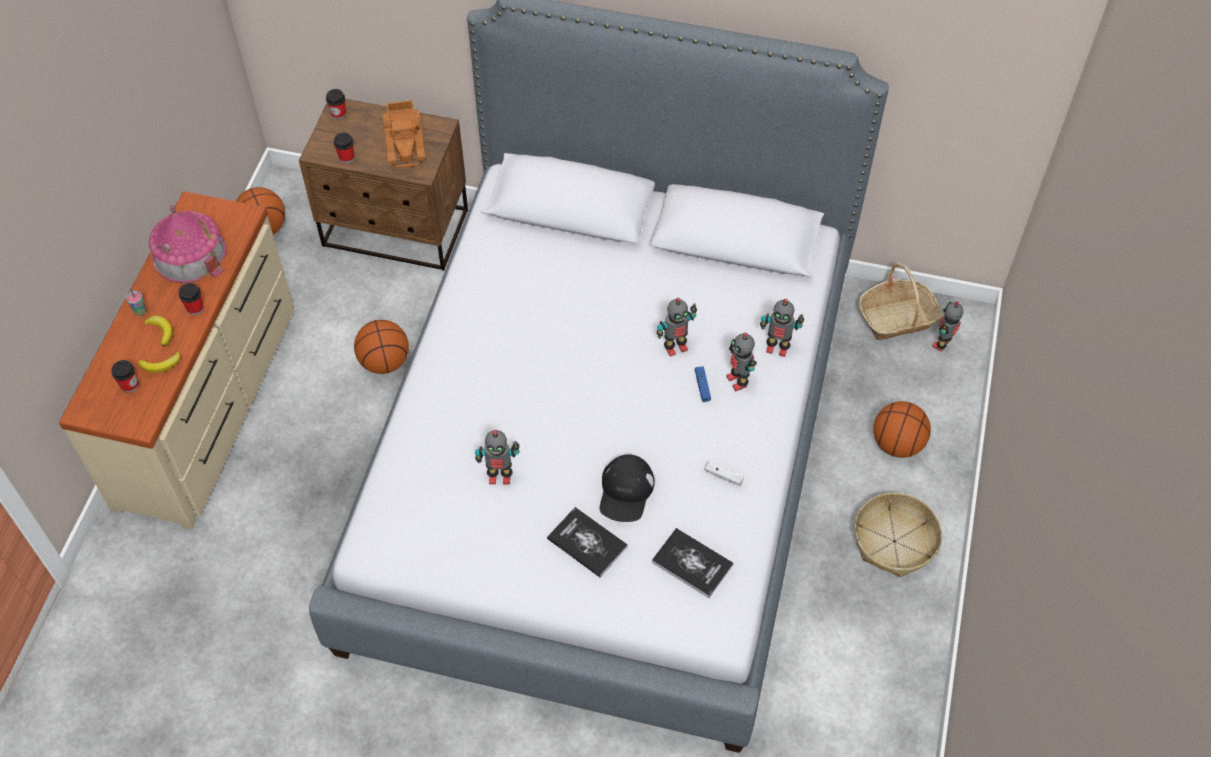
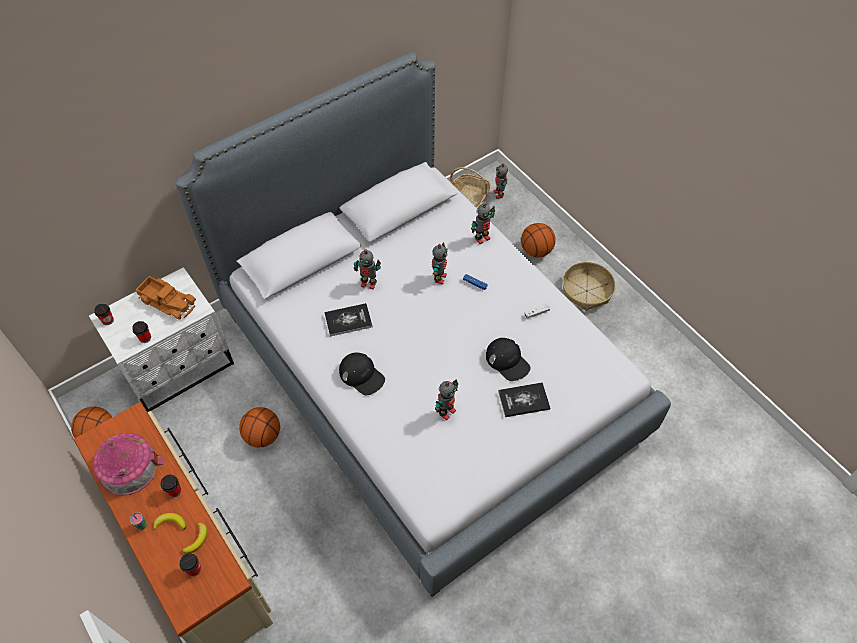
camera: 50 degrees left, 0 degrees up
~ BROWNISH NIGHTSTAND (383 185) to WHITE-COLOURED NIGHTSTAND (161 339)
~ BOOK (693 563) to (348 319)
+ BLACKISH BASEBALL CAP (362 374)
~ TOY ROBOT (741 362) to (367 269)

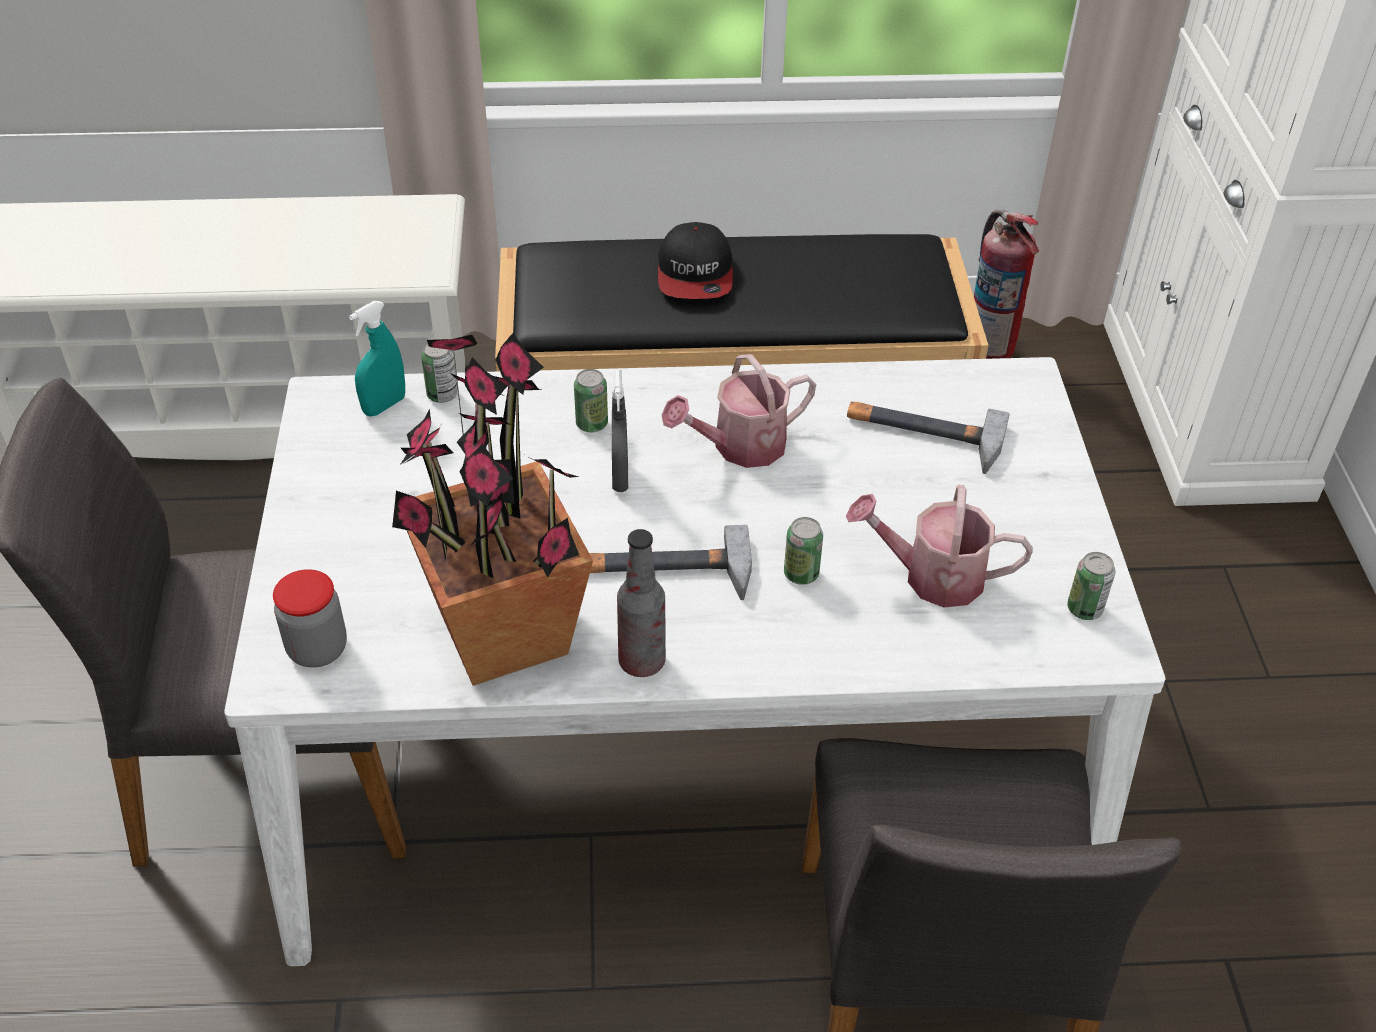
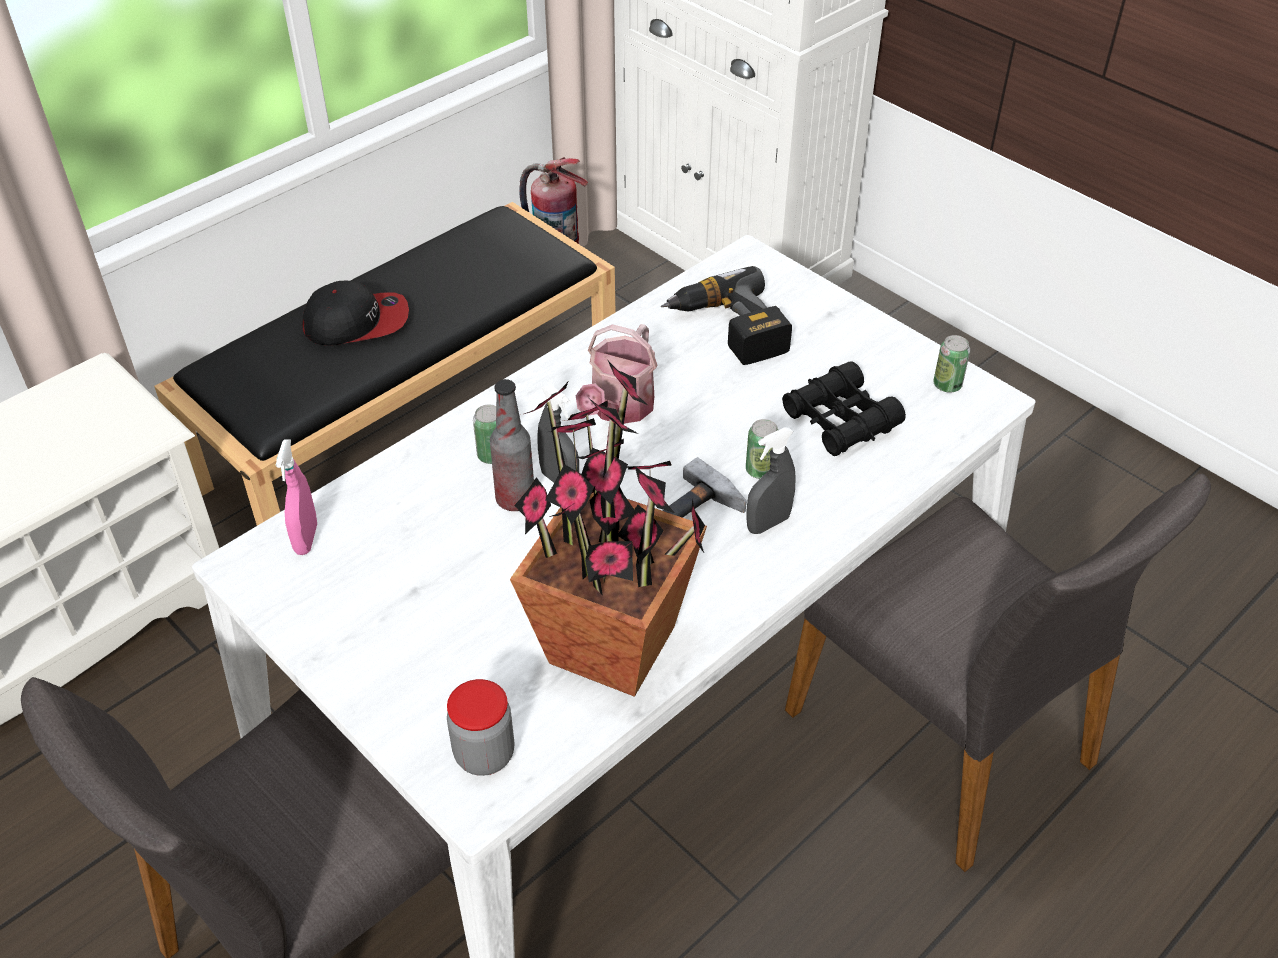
camera: 40 degrees left, 0 degrees up
~ TURQUOISE-COLOURED HAND SPRAYER (377 359) to PINK-COLOURED HAND SPRAYER (296 497)
~ BASEBALL CAP (695 260) = (355 313) 60 degrees counterclockwise
~ BOTTLE (641 603) to (512 445)
~ HAND HAMMER (928 438) to POWER DRILL (726 315)
+ GREYISH HAND SPRAYER (771 480)
~ SPRINKLING CAN (939 545) to BLACKISH FIELD GLASSES (844 408)
- CAN (439 373)

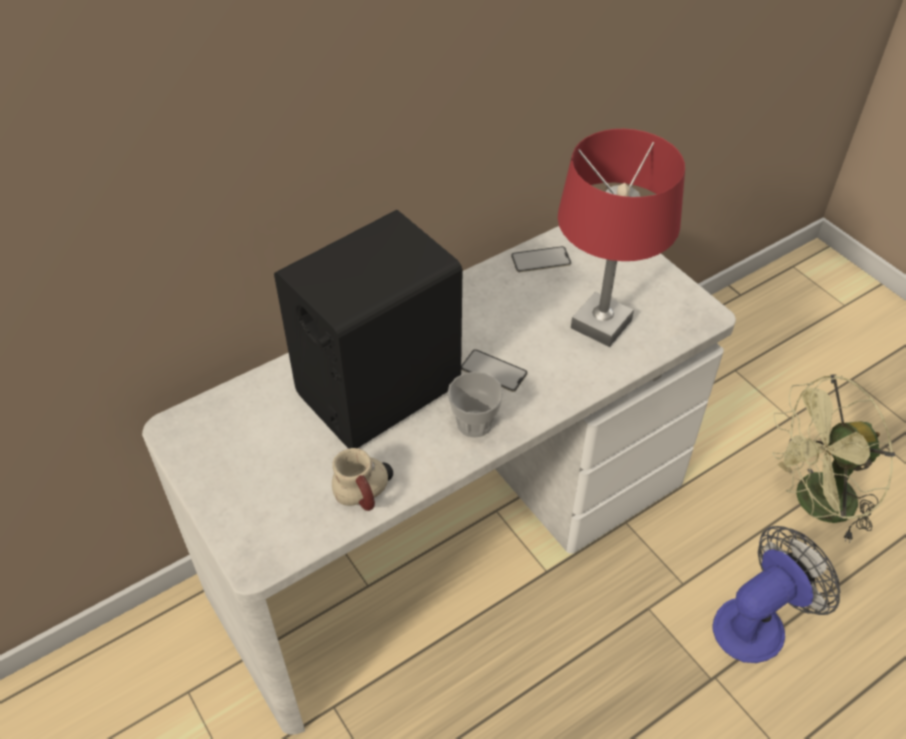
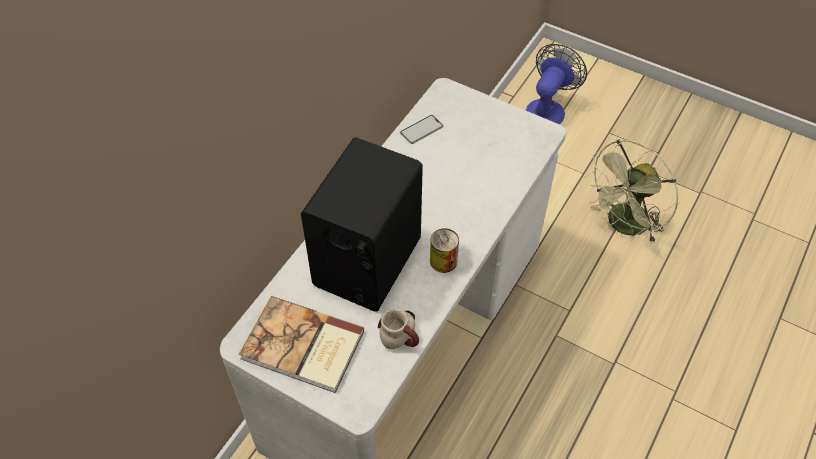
camera: 25 degrees left, 5 degrees up
+ BOOK (301 344)
~ CUP (475 405) to CAN (444 250)
~ FAN (776 594) to (556 84)
- TELEPHONE (494 370)
- REDDISH TABLE LAMP (621 238)

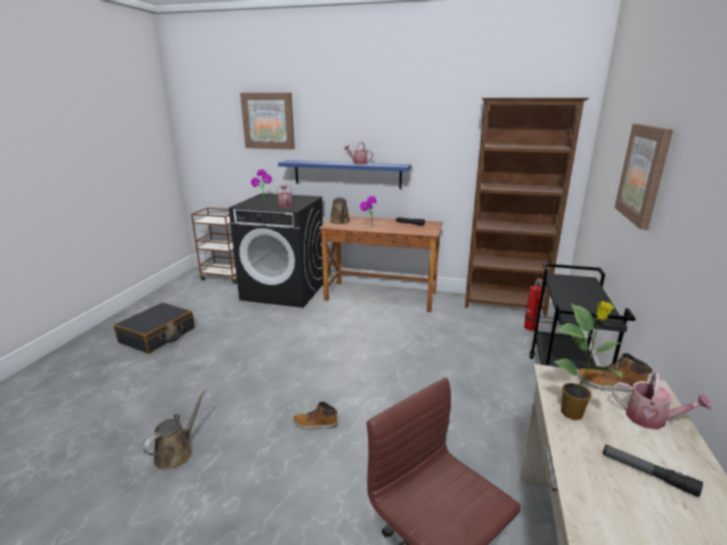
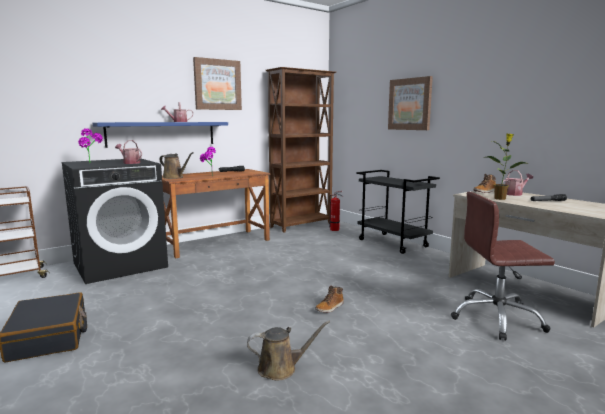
camera: 50 degrees left, 10 degrees down
~ PICTURE (267 121) to (217 83)
~ BROWNISH SPRINKLING CAN (174 430) = (288 350) 105 degrees clockwise

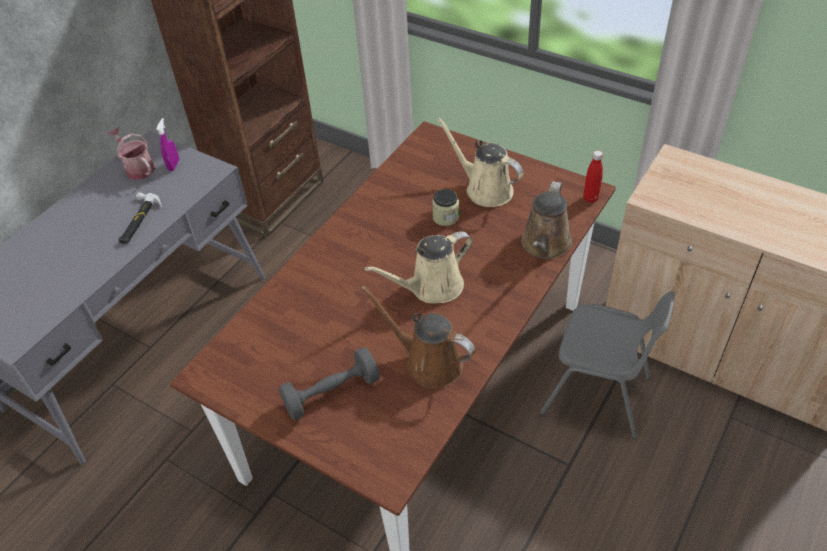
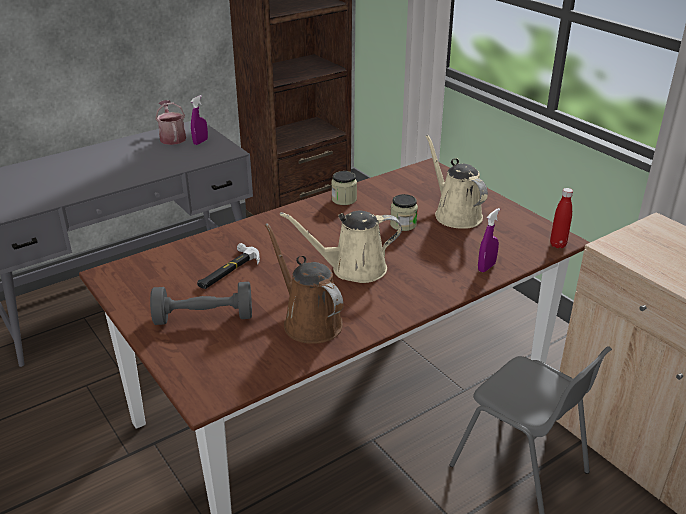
camera: 20 degrees right, 15 degrees down
~ HAND HAMMER (140 218) to (228 266)
+ PRESERVE JAR (344 188)
~ BROWNISH SPRINKLING CAN (546 220) to PURPLISH HAND SPRAYER (489 240)

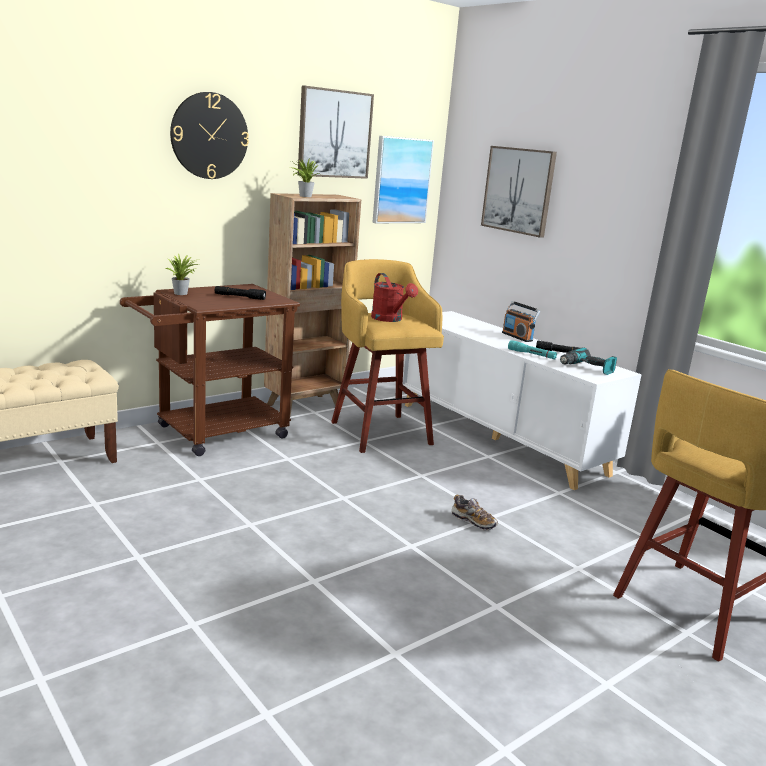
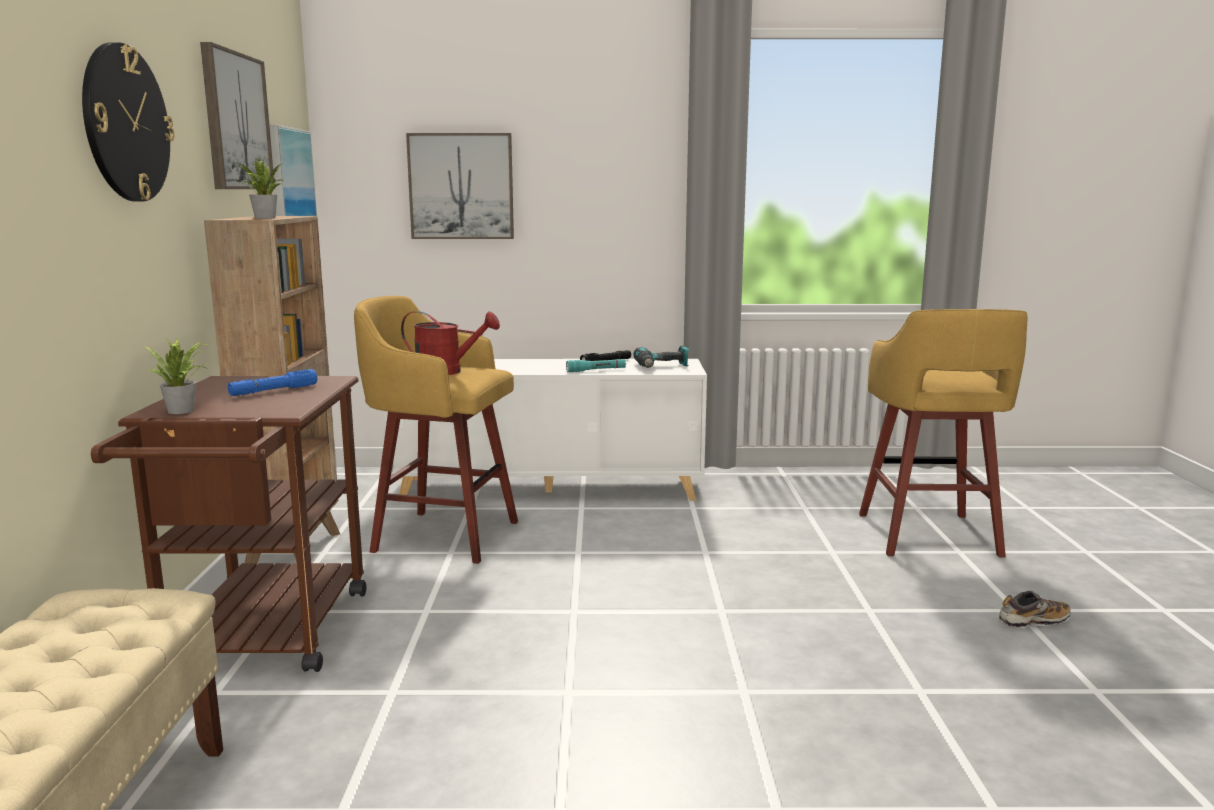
camera: 50 degrees left, 5 degrees down
~ BLACKISH FLASHLIGHT (240 293) to BLUE FLASHLIGHT (272 382)
~ LOW SHOE (475 512) to (1034 609)
- RADIO (521 321)

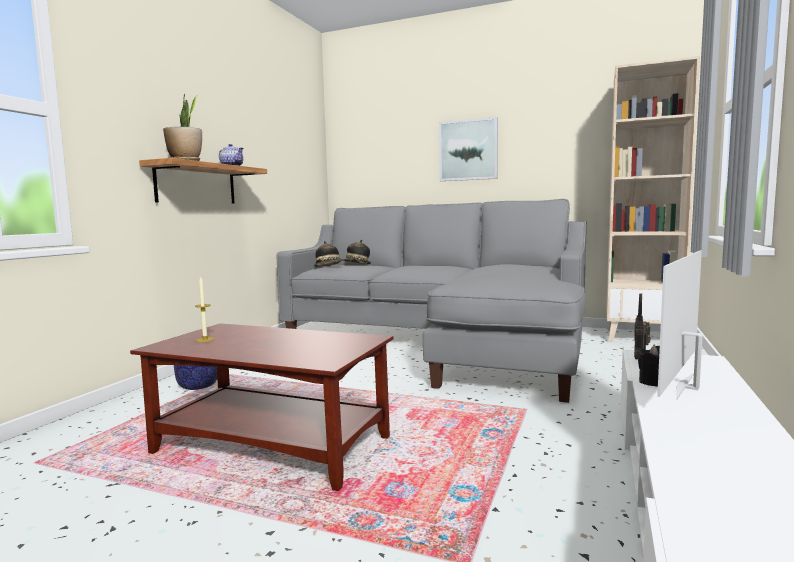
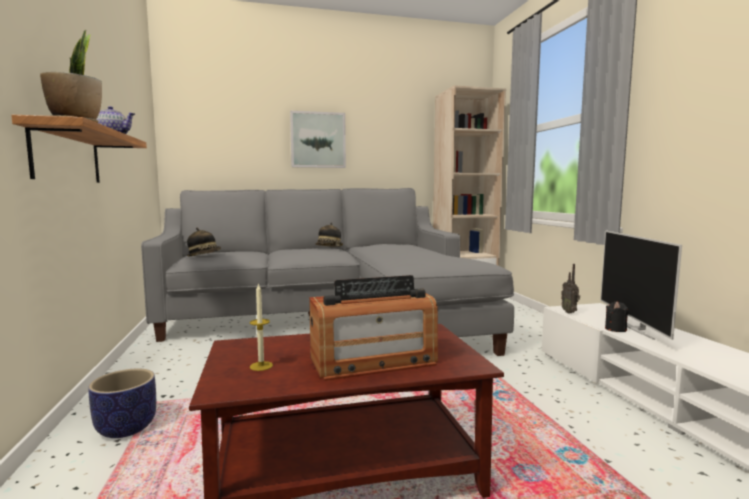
camera: 35 degrees left, 0 degrees up
+ RADIO (373 328)
~ HAT (356 252) to (329 235)

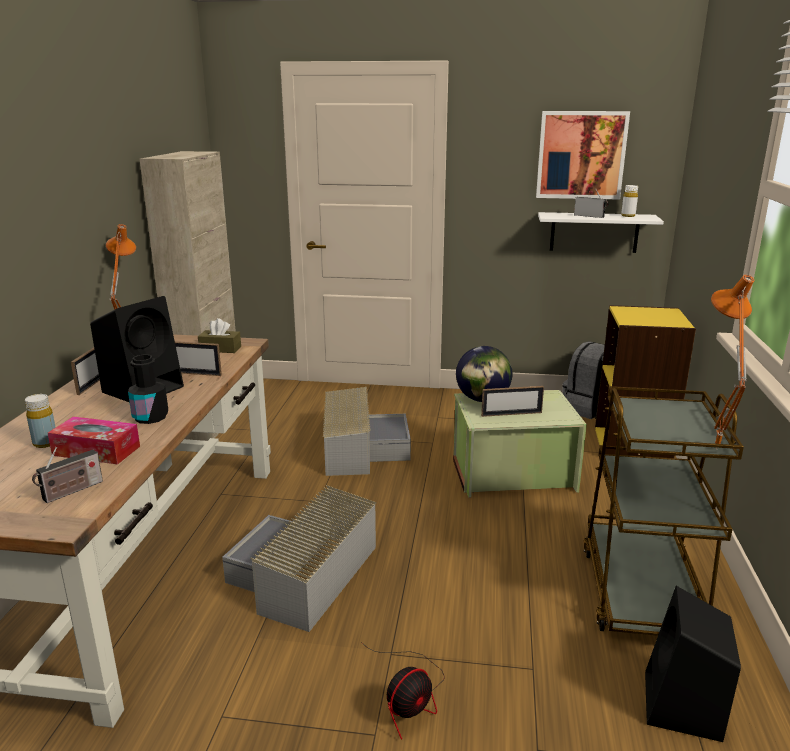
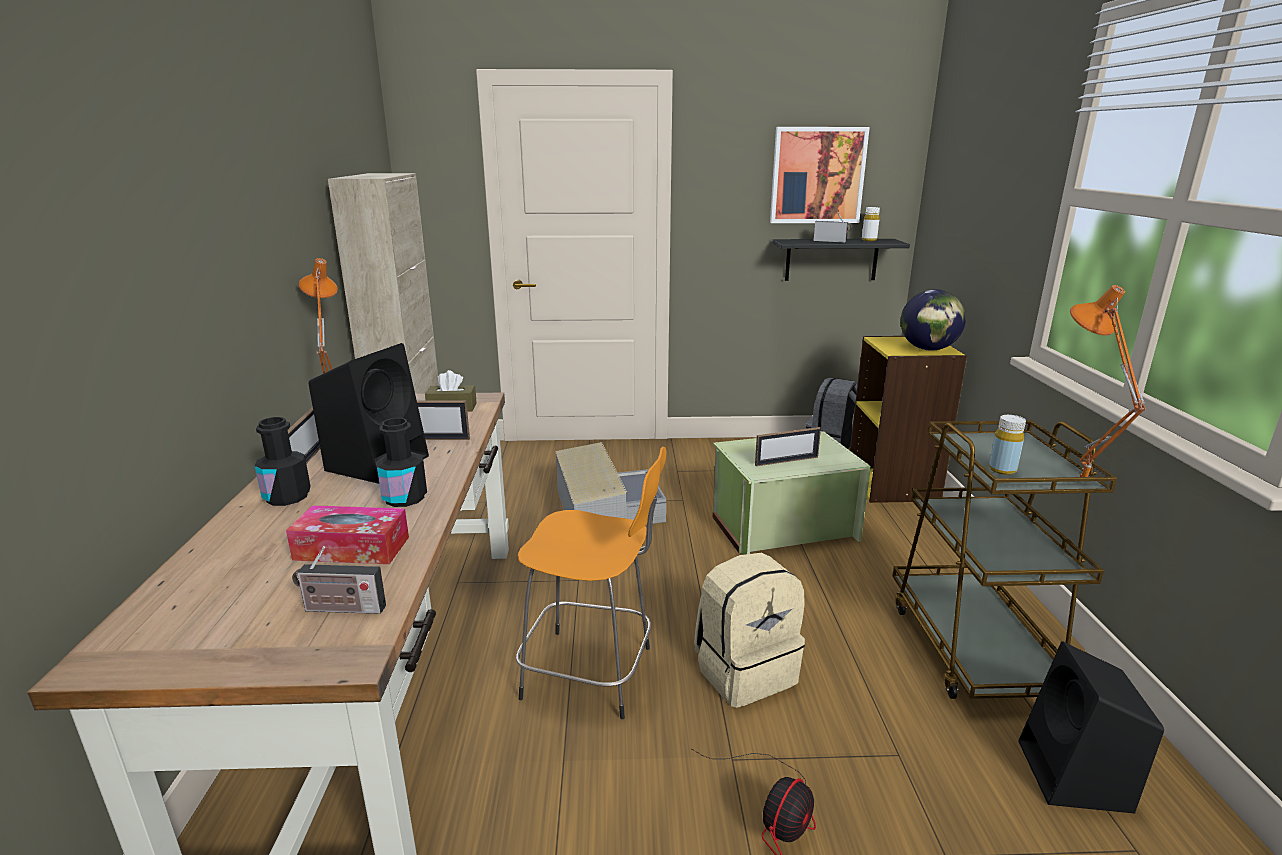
camera: 10 degrees left, 0 degrees up
+ BLACKISH BOTTLE (282 461)
~ RADIO (67 475) = (339 580) 60 degrees clockwise
~ GREYISH STORAGE BIN (299 558) to ORANGE-COLOURED SITTING STOOL (591 583)
+ BEIGE-COLOURED RUCKSACK (749 630)
~ WHITE-COLOURED SHELF (601 232) to BLACKISH SHELF (841 260)
~ WORLD GLOBE (484 374) to (933 320)
~ YELLOW-COLOURED BOTTLE (40 421) to (1007 445)

